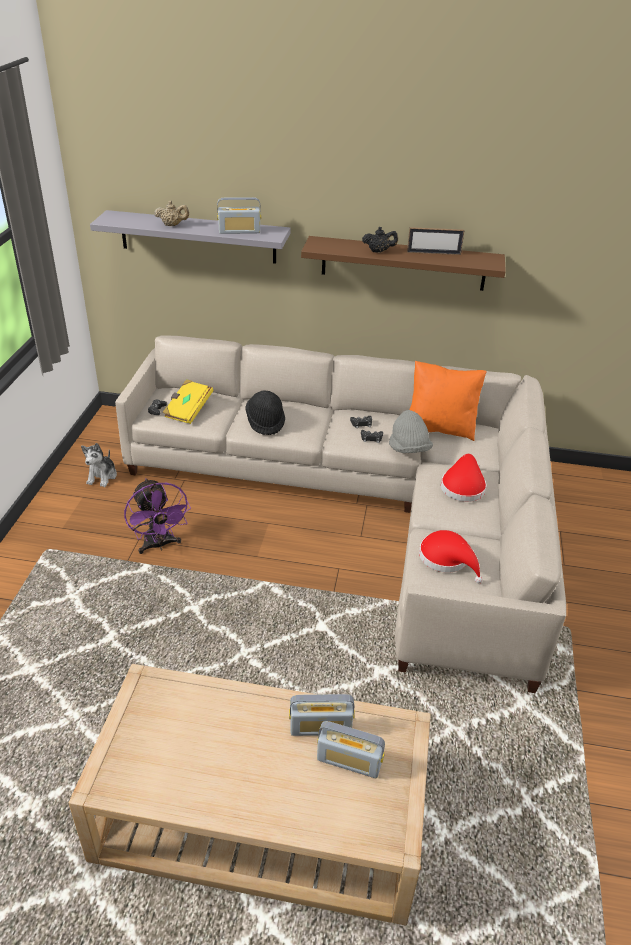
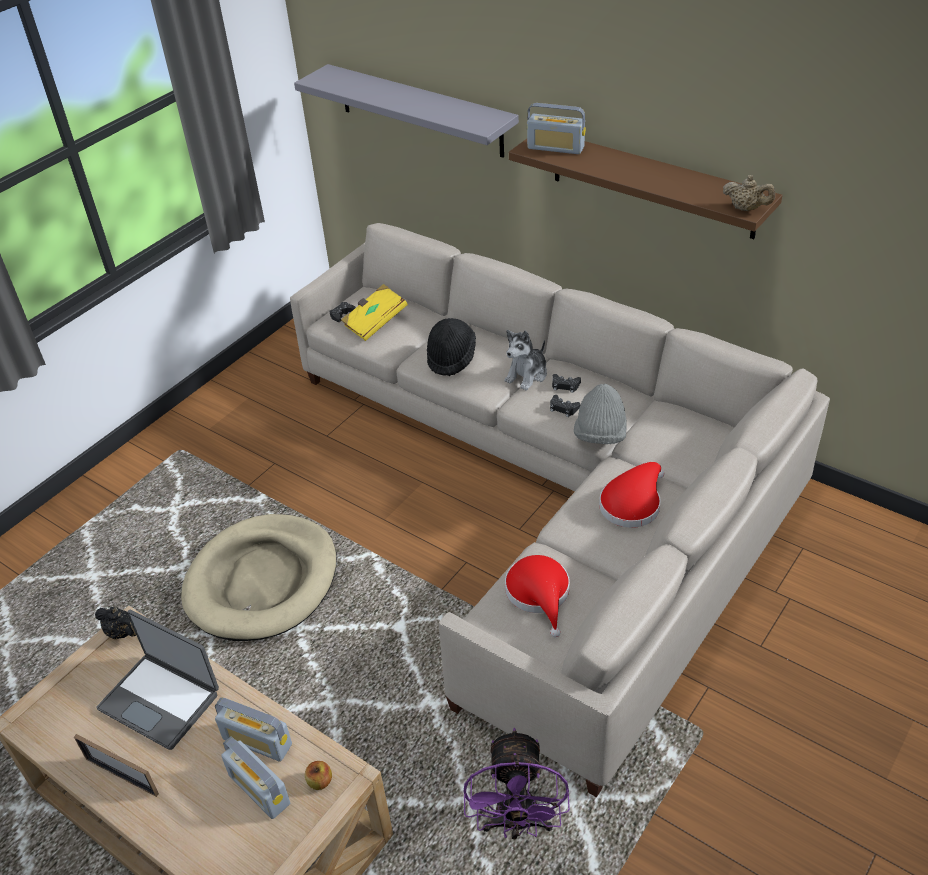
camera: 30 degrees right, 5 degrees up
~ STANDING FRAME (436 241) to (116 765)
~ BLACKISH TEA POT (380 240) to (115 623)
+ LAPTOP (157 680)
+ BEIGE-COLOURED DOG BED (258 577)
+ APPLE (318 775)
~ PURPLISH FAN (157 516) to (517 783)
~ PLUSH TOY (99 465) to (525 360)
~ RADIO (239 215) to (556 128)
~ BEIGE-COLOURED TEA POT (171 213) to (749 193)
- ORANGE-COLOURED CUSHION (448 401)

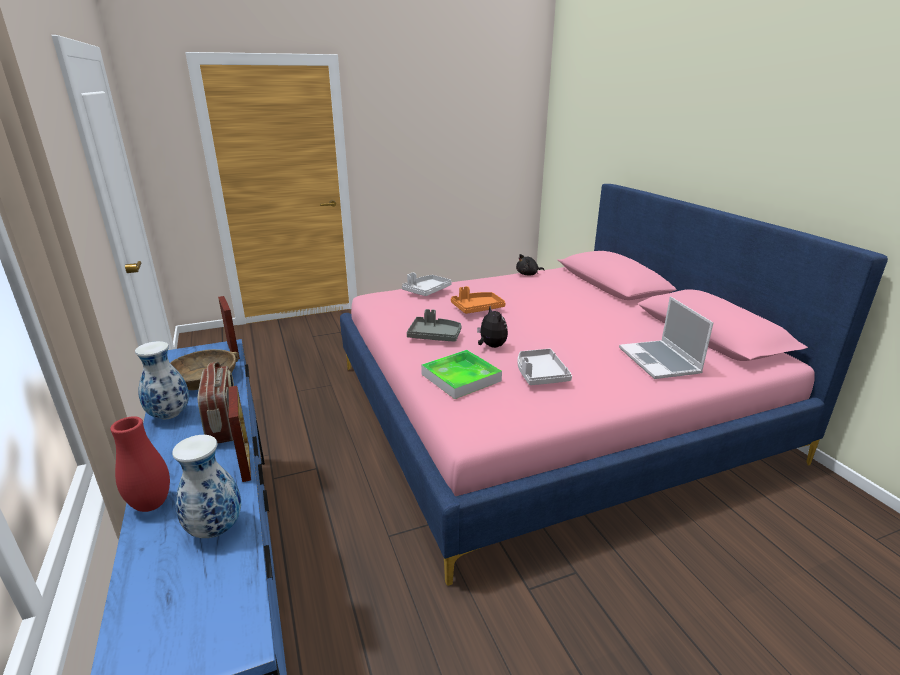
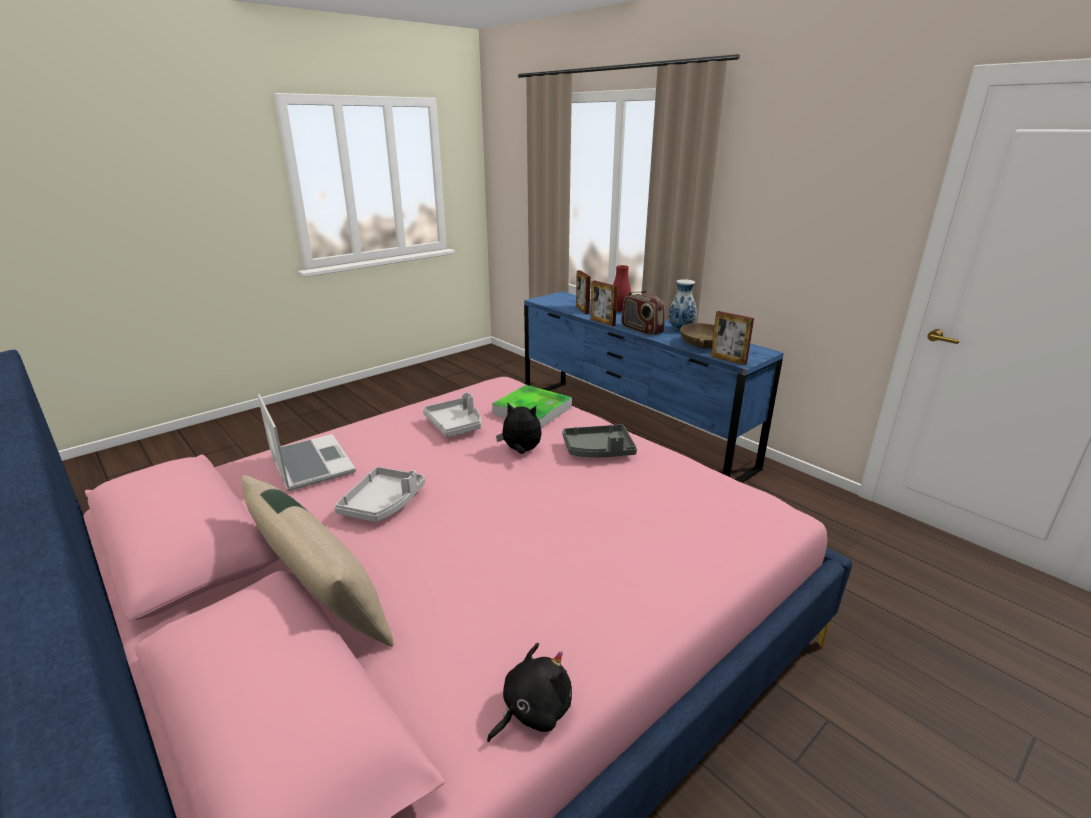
camera: 160 degrees right, 0 degrees up
+ BEIGE-COLOURED CUSHION (317 560)
~ GREYISH SERVING TRAY (427 284) to (379 494)
~ PLUSH TOY (492 327) = (519 428) 150 degrees clockwise
~ VASE (206 486) to STANDING FRAME (583 292)
- ORANGE-COLOURED SERVING TRAY (478 300)

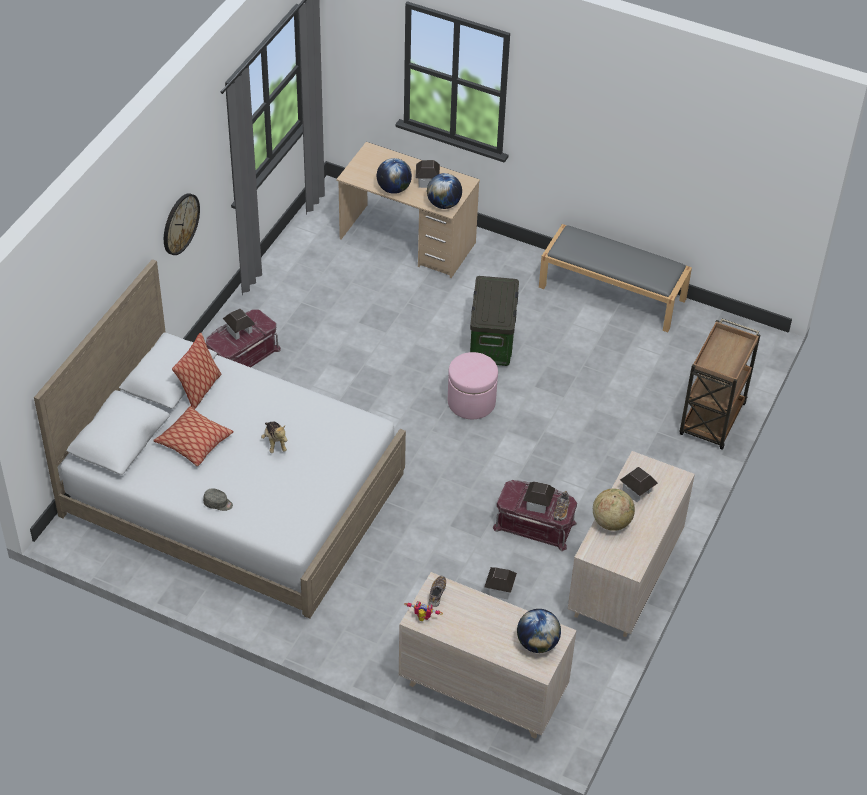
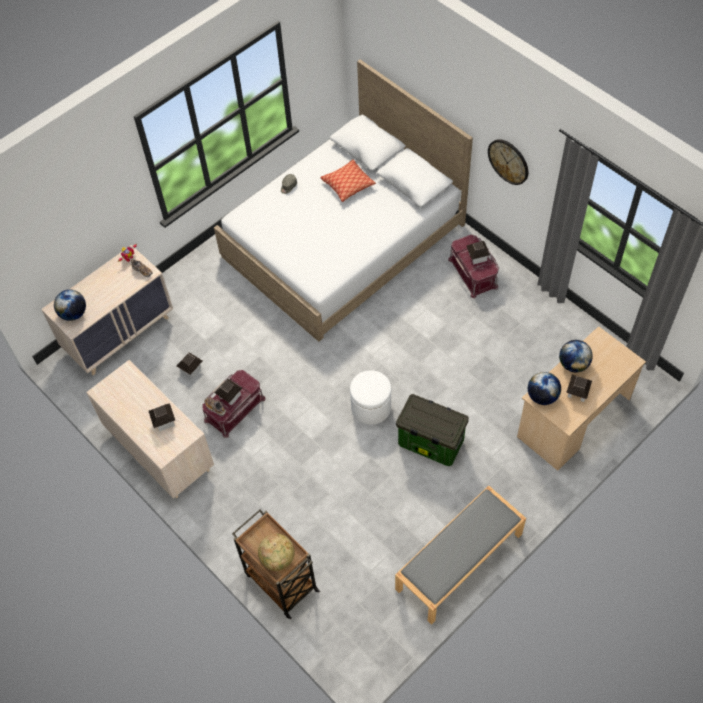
camera: 115 degrees right, 10 degrees up
~ WORLD GLOBE (614 509) to (276 552)
~ PINK-COLOURED POUFFE (473 385) to WHITE-COLOURED POUFFE (370 397)
- CUSHION (197 371)
- PLUSH TOY (274 437)

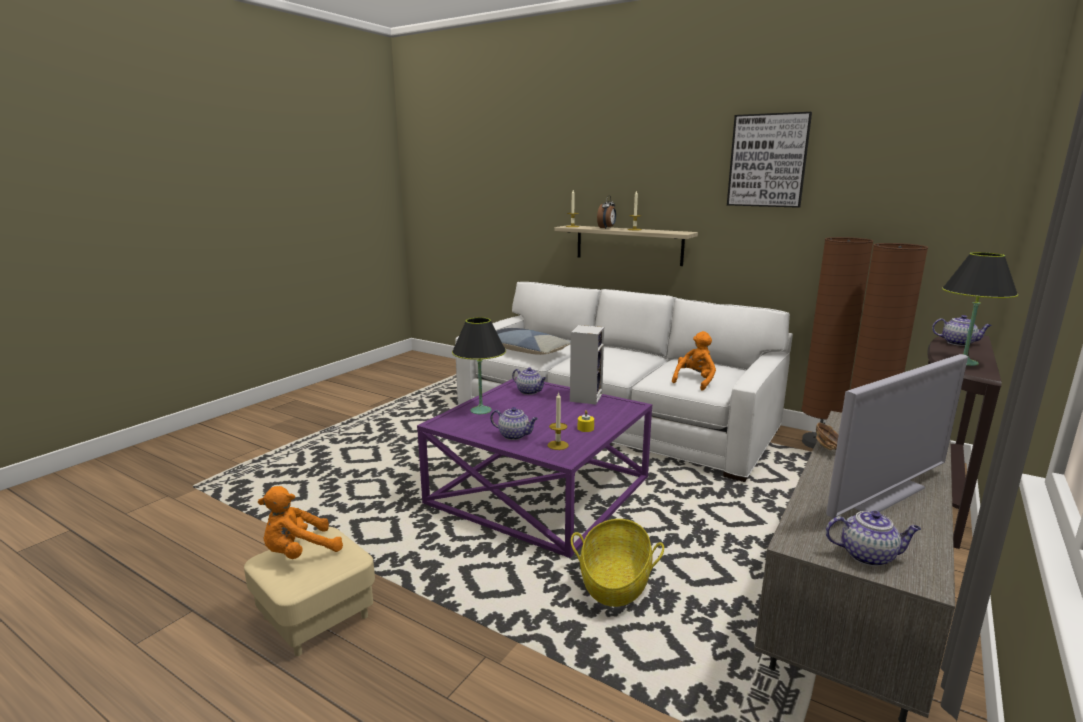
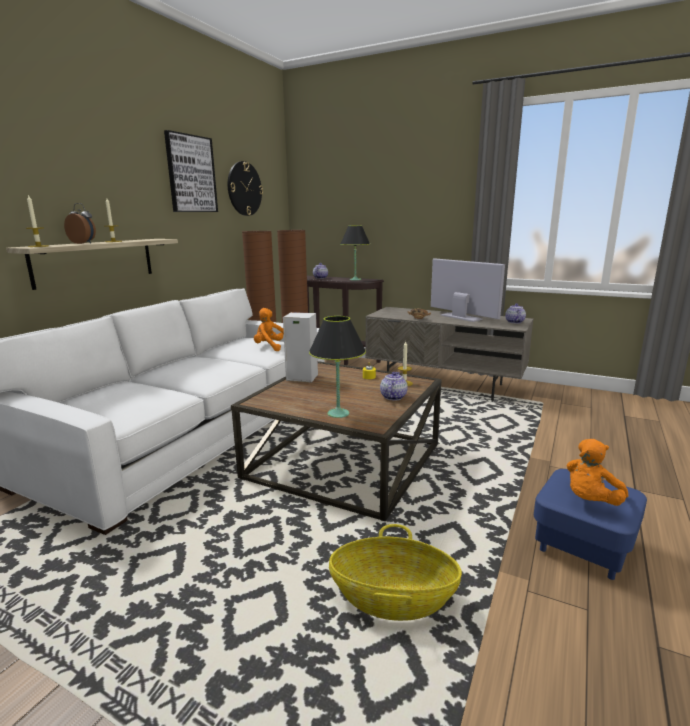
camera: 95 degrees left, 0 degrees up
+ CLOCK ON THE WALL (245 188)
~ PURPLISH LOUNGE TABLE (534 467) to BROWNISH LOUNGE TABLE (336 441)
~ BASKET (617 563) to (395 572)
~ BEIGE-COLOURED POUFFE (309 591) to BLUE POUFFE (590 524)
~ ORANGE-COLOURED PLUSH TOY (300 522) = (597 472) 90 degrees clockwise
- CUSHION (533 341)
- TEA POT (529 381)

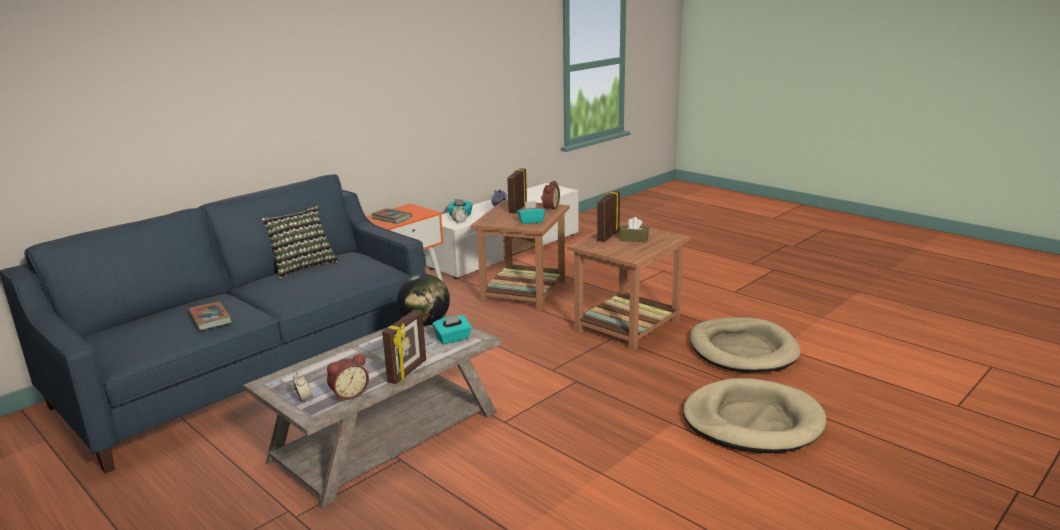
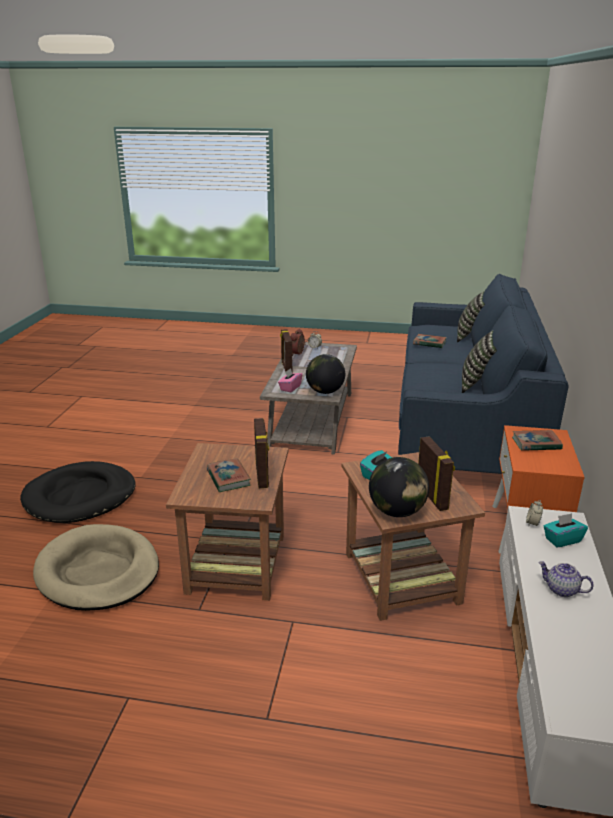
camera: 145 degrees right, 5 degrees up
~ BEIGE-COLOURED DOG BED (754 415) to BLACKISH DOG BED (78 492)
~ BROWNISH TISSUE BOX (634 229) to BOOK (229 475)
~ TURQUOISE-COLOURED TISSUE BOX (452 330) to PINK-COLOURED TISSUE BOX (290 380)
~ ALARM CLOCK (550 195) to WORLD GLOBE (399 487)
+ CUSHION (471 316)

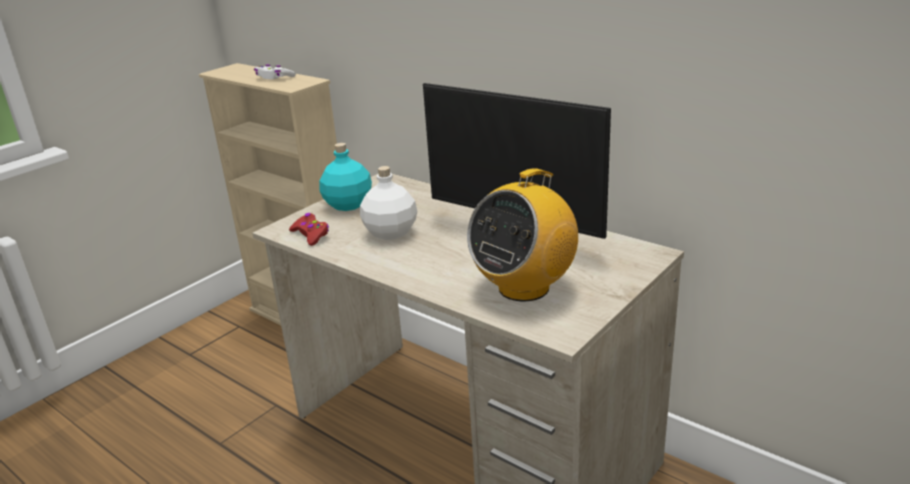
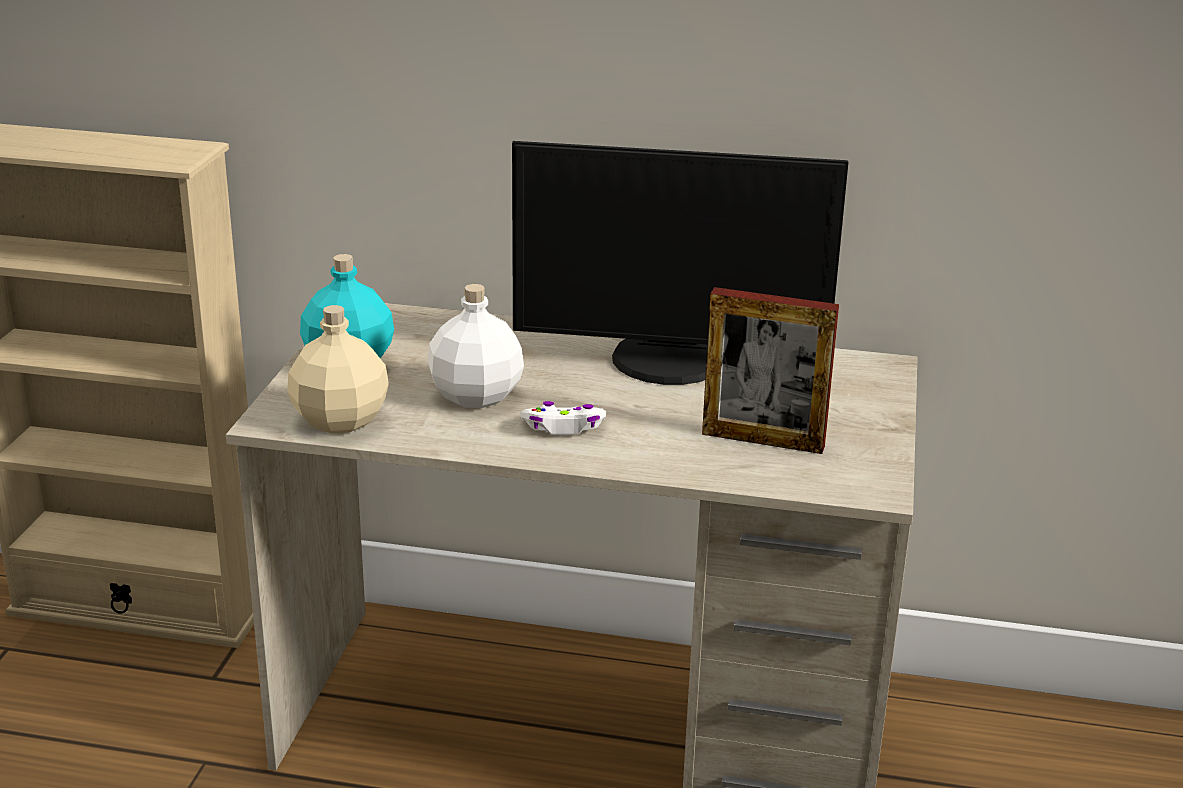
camera: 30 degrees left, 0 degrees up
~ REDDISH GAME CONTROLLER (309 229) to BEIGE-COLOURED BOTTLE (338 369)
~ WHITE-COLOURED GAME CONTROLLER (275 72) to (563 418)
~ RADIO (522 235) to STANDING FRAME (770 370)

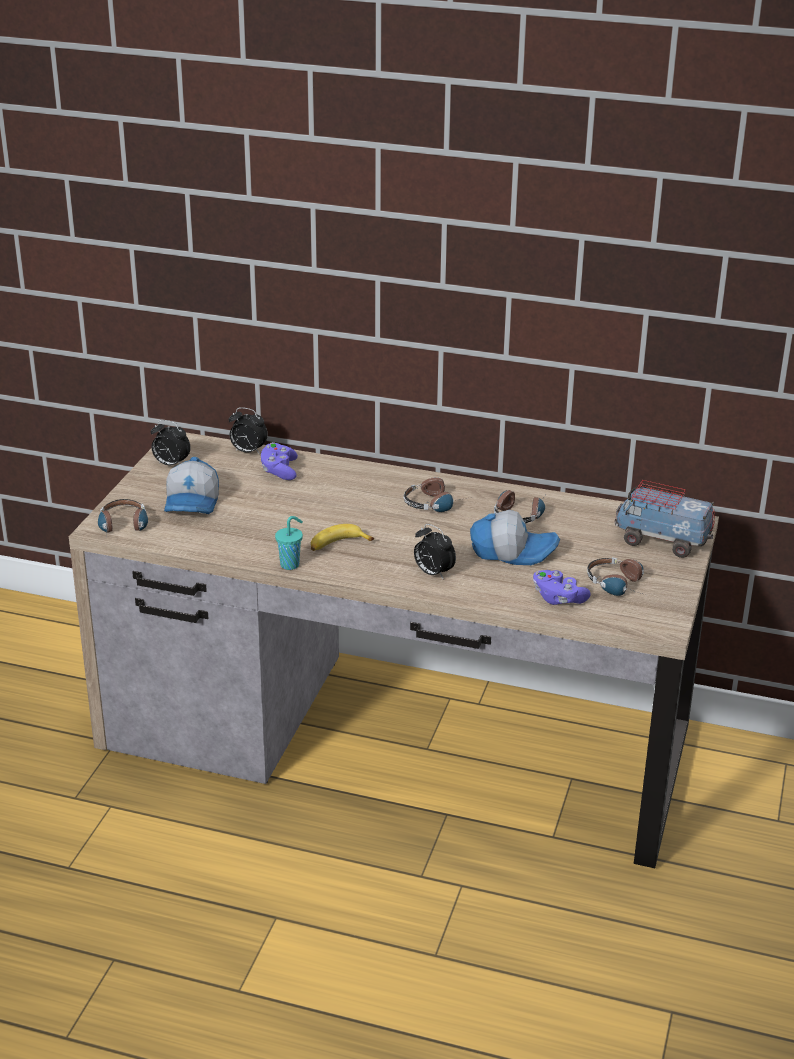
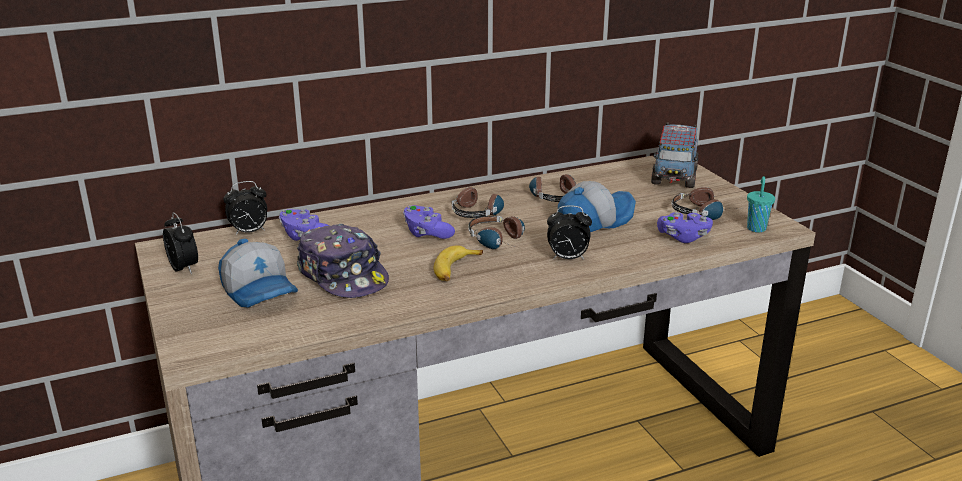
camera: 40 degrees left, 5 degrees down
~ ALARM CLOCK (170 443) = (180 243) 105 degrees counterclockwise
+ BASEBALL CAP (343 261)
+ PURPLISH GAME CONTROLLER (429 222)
~ HEADPHONES (123 515) to (496 232)
~ TOY TRUCK (665 519) = (674 155) 60 degrees counterclockwise
~ TURQUOISE-COLOURED CUP (289 543) to (761 204)

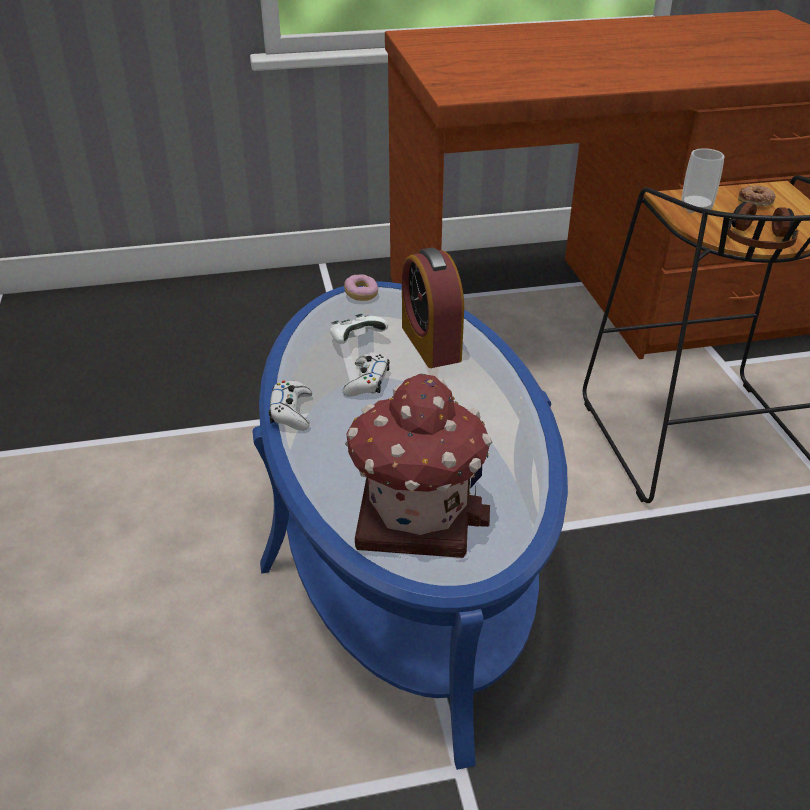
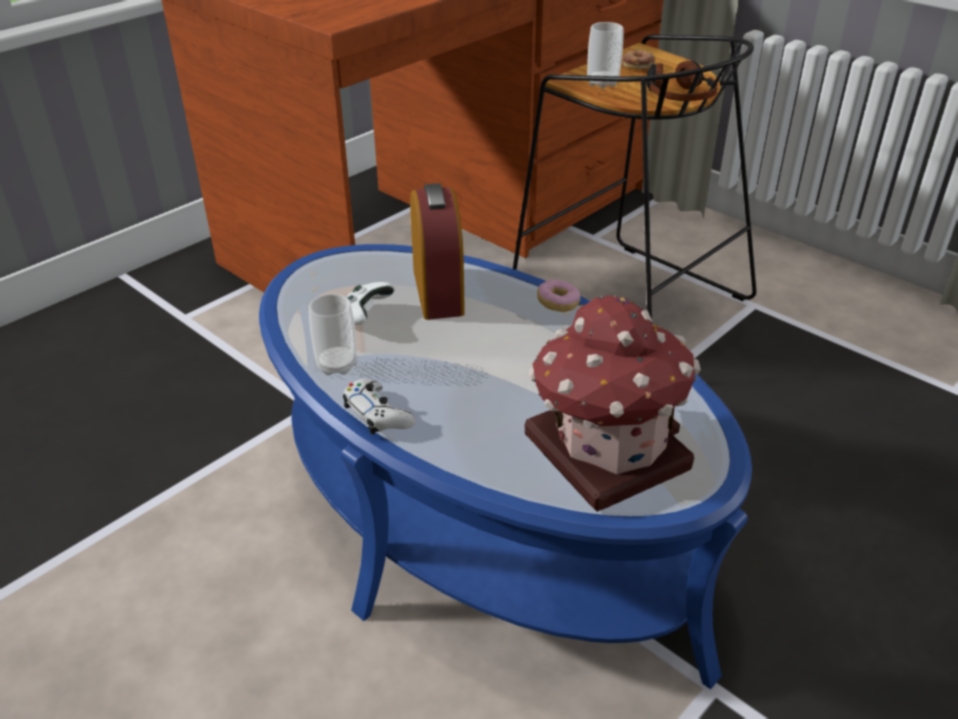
camera: 35 degrees left, 0 degrees up
+ CUP (333 334)
~ ALARM CLOCK (433 308) = (437 251) 135 degrees counterclockwise
~ DOUGHNUT (361 287) to (559 295)
- WHITE-COLOURED GAME CONTROLLER (366 375)

